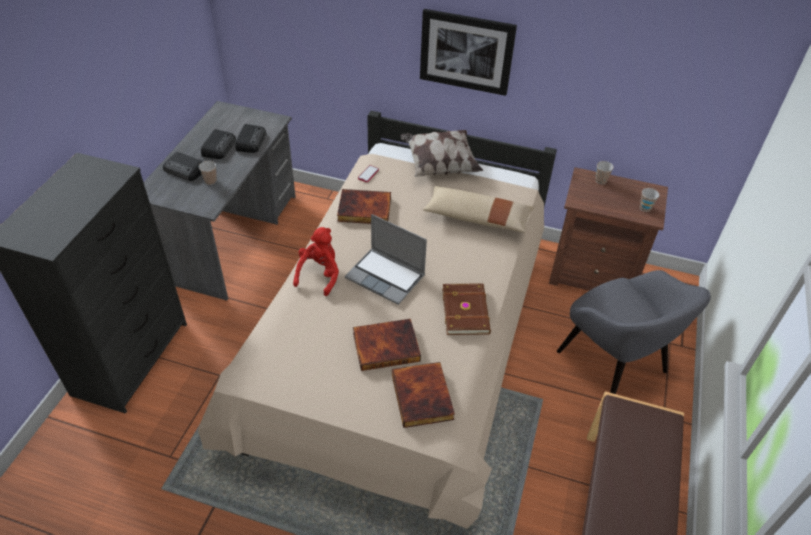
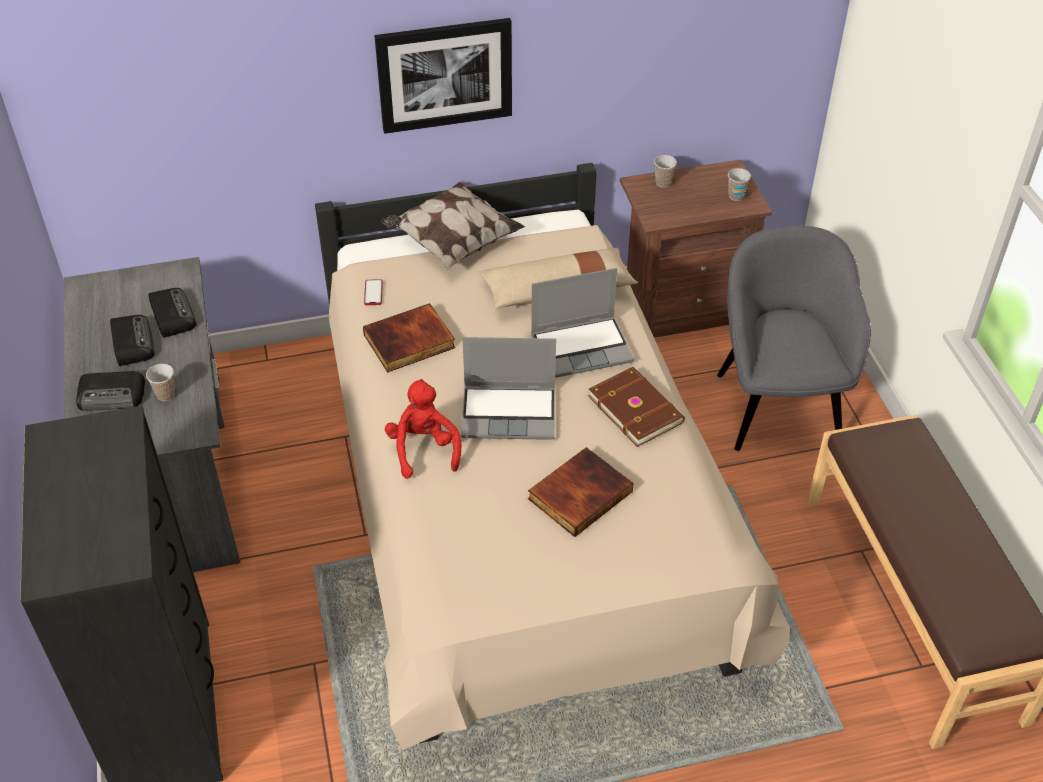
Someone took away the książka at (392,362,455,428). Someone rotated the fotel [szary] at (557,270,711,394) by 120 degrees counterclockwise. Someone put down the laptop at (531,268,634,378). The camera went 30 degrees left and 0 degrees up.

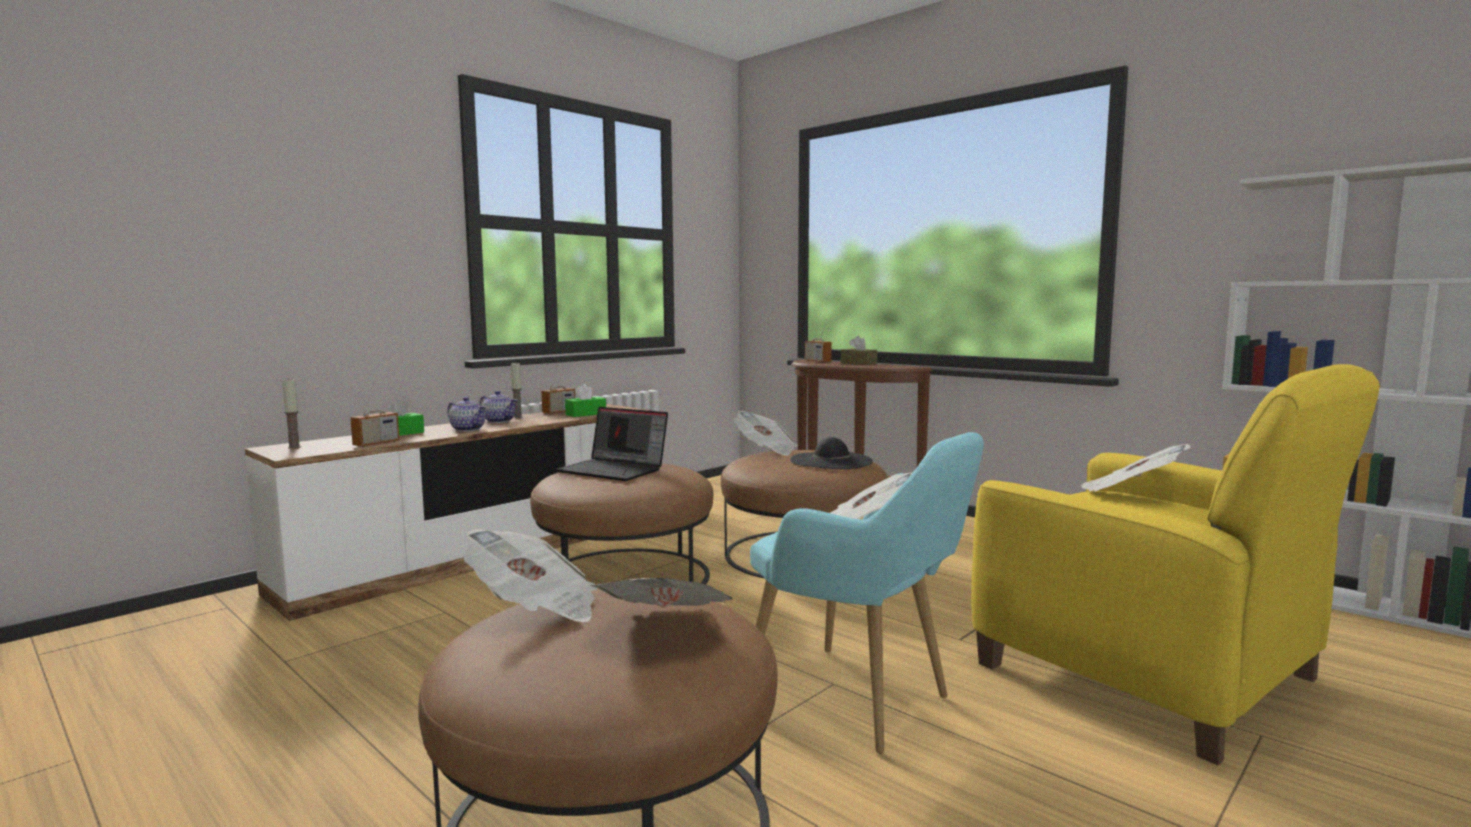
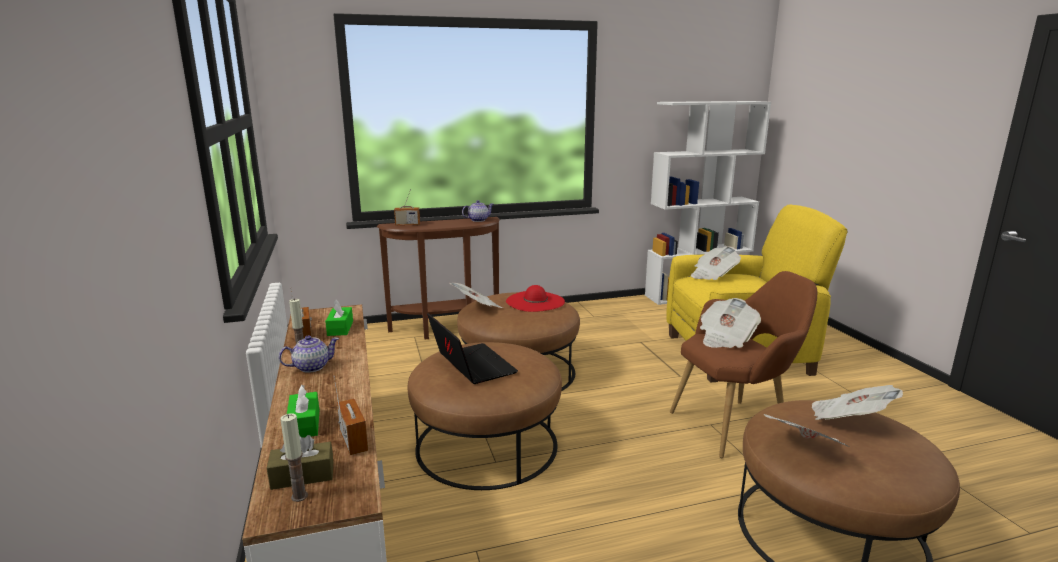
Someone carried the imbryk from (447,397,486,432) to (462,200,493,222). Someone rotated the laptop at (556,407,668,481) by 90 degrees counterclockwise. Someone repainted the fotel [turkusowy] at (750,432,984,753), which became the fotel [brązowy] at (670,271,817,458). Someone repainted the kapelusz [czarny] at (790,437,873,469), which became the kapelusz [czerwony] at (506,285,565,312). Someone carried the pudełko chusteczek [brązowy] from (841,336,877,365) to (267,435,333,490). The camera went 60 degrees left and 10 degrees up.

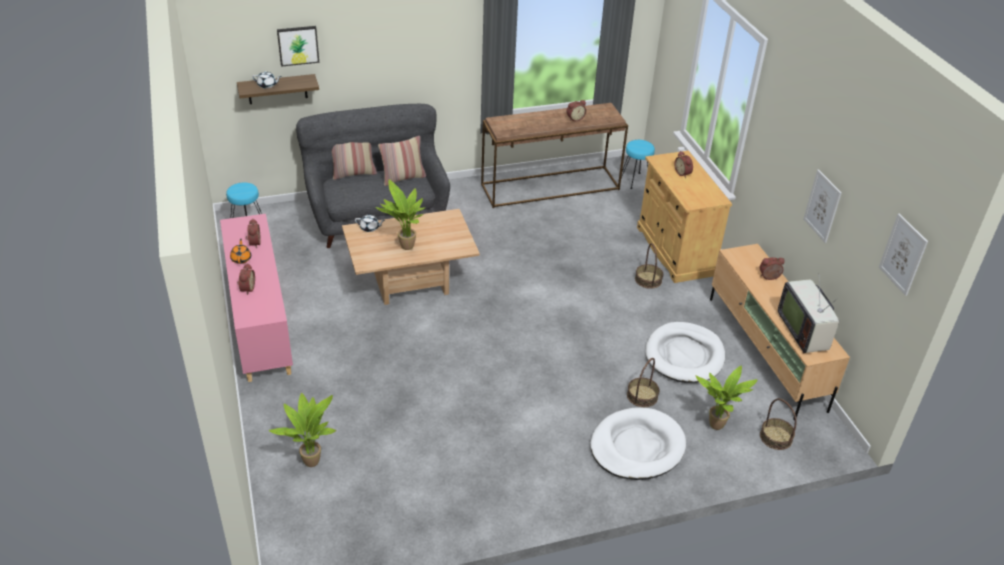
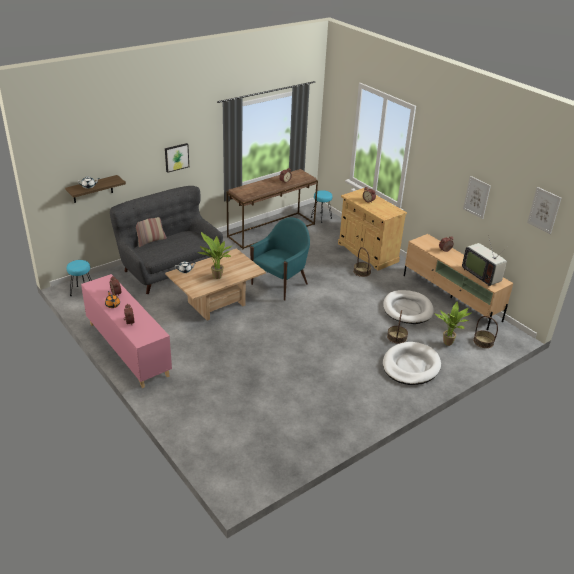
Someone took away the roślina doniczkowa at (269,393,336,467). Someone carried the obraz from (277,26,319,67) to (165,143,189,173). Someone took away the poduszka at (378,136,426,186). Someone put down the fotel [turkusowy] at (250,217,310,301). The camera went 20 degrees left and 5 degrees down.

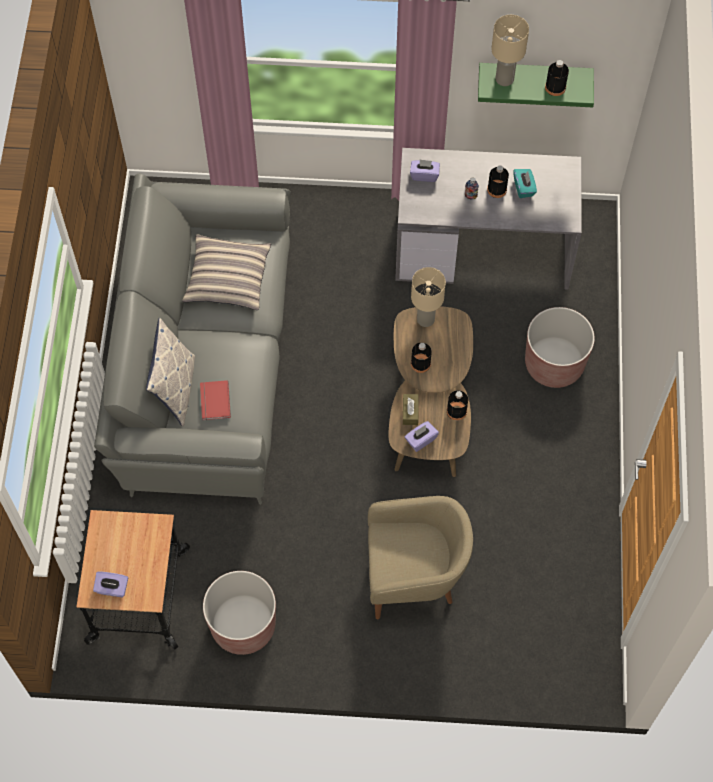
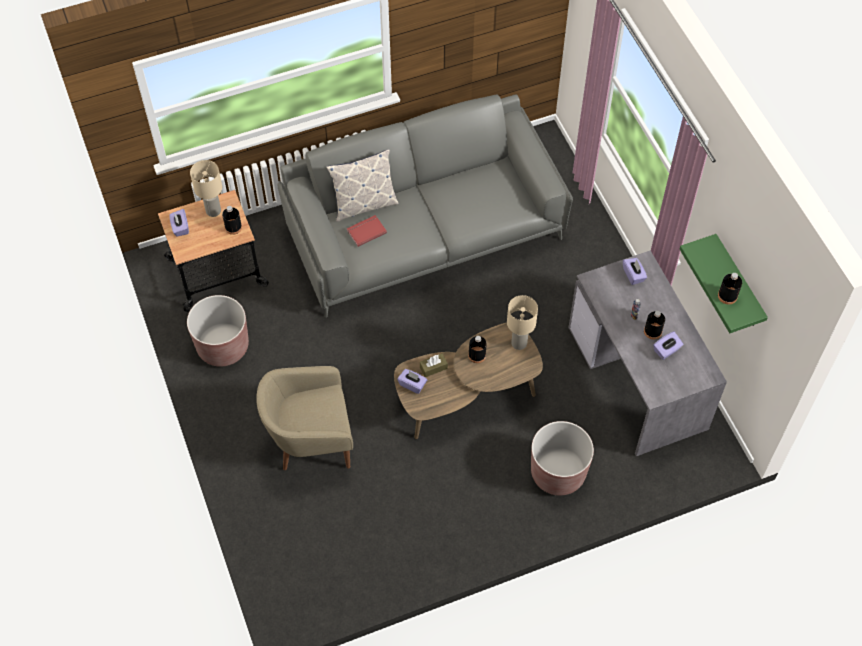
Someone took away the poduszka at (182,235,271,310). Someone rotated the fotel [beżowy] at (368,496,473,619) by 105 degrees clockwise. Someone carried the butelka [czarny] from (447,390,468,420) to (222,206,242,235). Someone carried the lampa stołowa [beżowy] from (491,15,529,86) to (190,160,222,217). Someone repainted the pudełko chusteczek [turkusowy] at (513,169,537,198), which became the pudełko chusteczek [fioletowy] at (653,331,683,360). The camera went 65 degrees right and 5 degrees down.

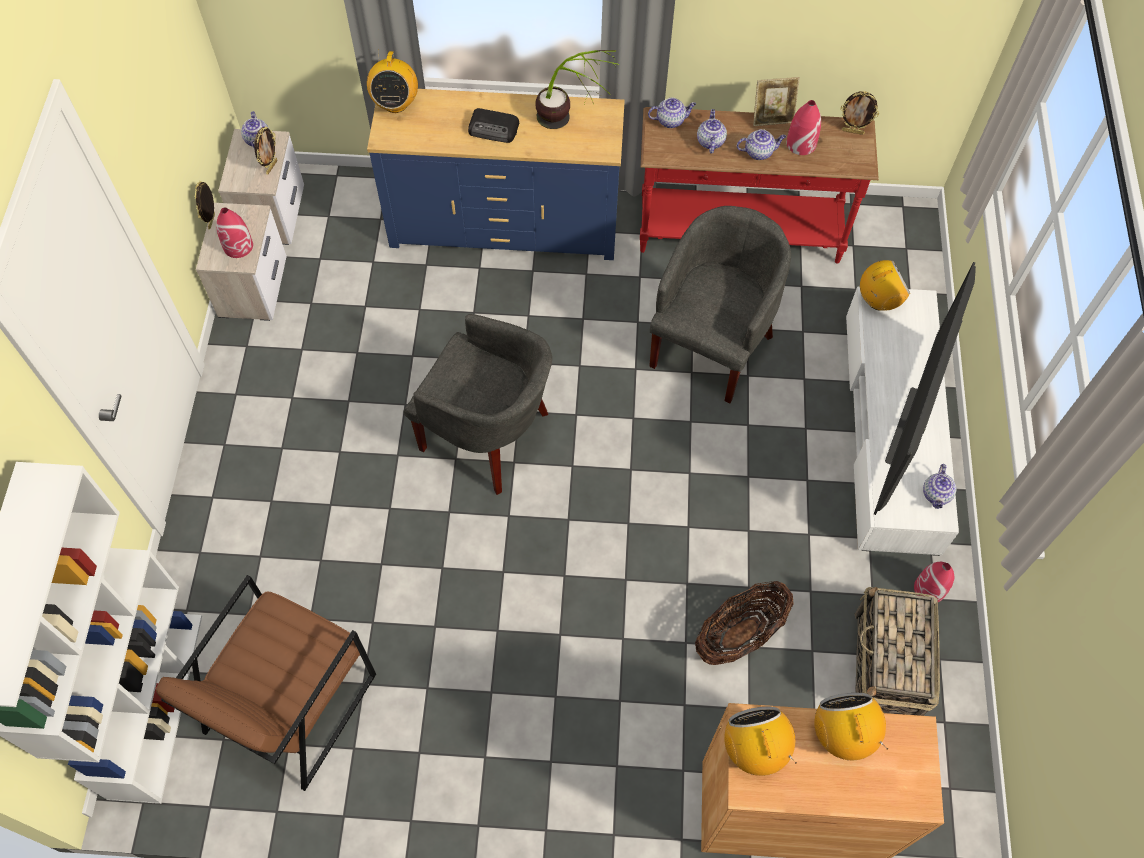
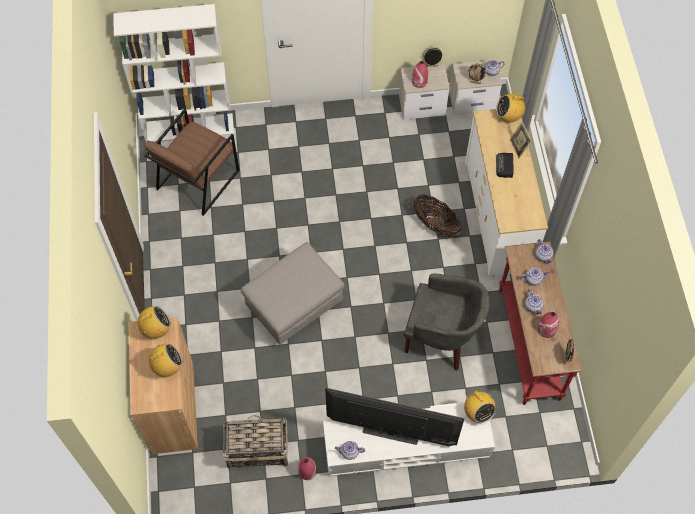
Someone rotated the fotel [brązowy] at (156,575,376,791) by 75 degrees counterclockwise. Someone repainted the komoda [niebieski] at (367,89,625,260), which became the komoda [biały] at (465,109,548,276). Someone took away the fotel [szary] at (403,314,552,495). Someone took away the roślina doniczkowa at (536,50,619,129). Someone carried the koszyk from (695,581,794,665) to (413,194,462,238). Someone carried the ramka na zdjęcie from (753,77,800,126) to (510,122,532,158). Someone put down the pufa [szary] at (241,242,345,345). The camera went 80 degrees right and 0 degrees up.

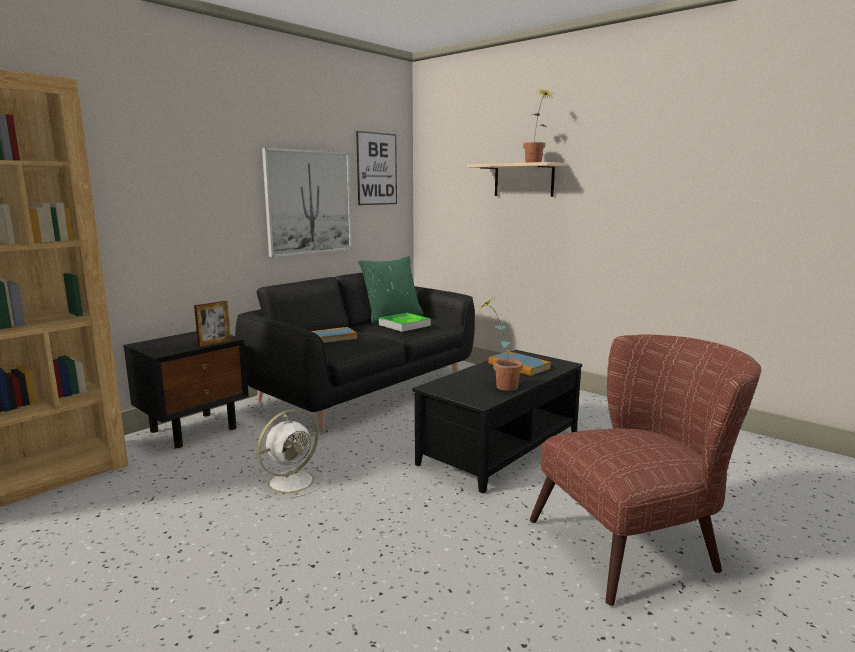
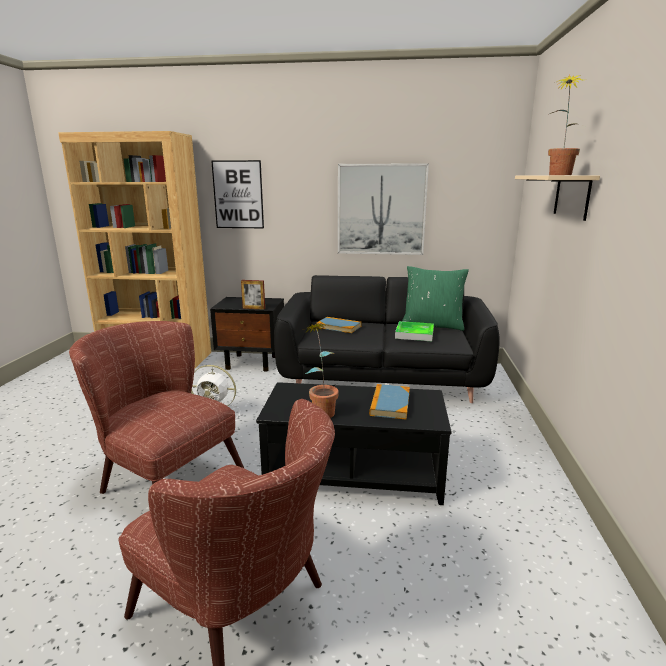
Someone carried the obraz from (356,131,397,205) to (211,160,264,228). Someone put down the fotel [brązowy] at (69,321,244,494). The camera went 55 degrees right and 5 degrees up.

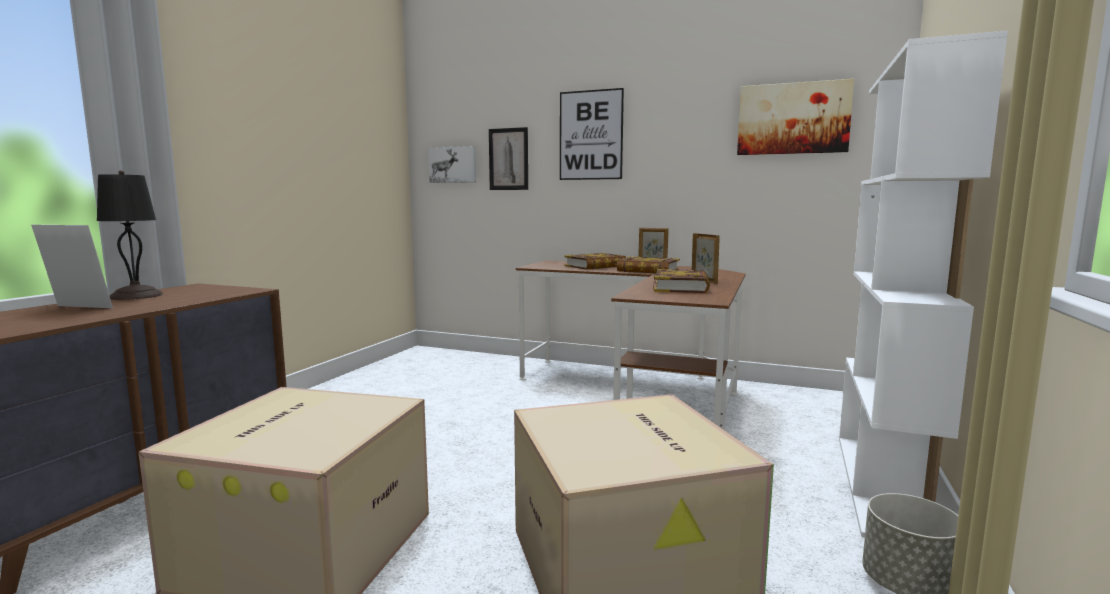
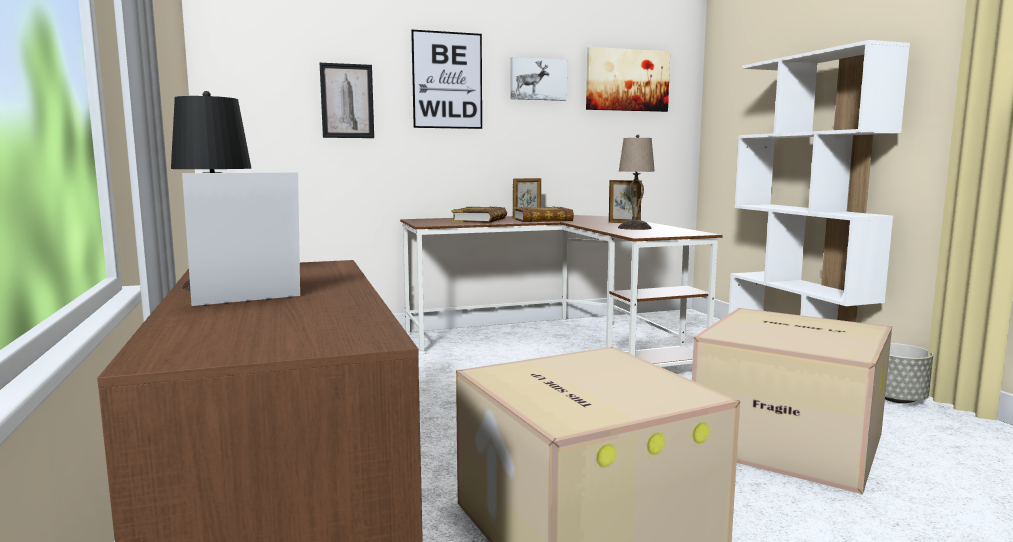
Someone carried the obraz from (428,146,476,183) to (511,57,567,101). Someone swapped the książka at (653,269,710,293) for the lampa stołowa [beżowy] at (618,135,655,230). The camera went 40 degrees left and 0 degrees up.

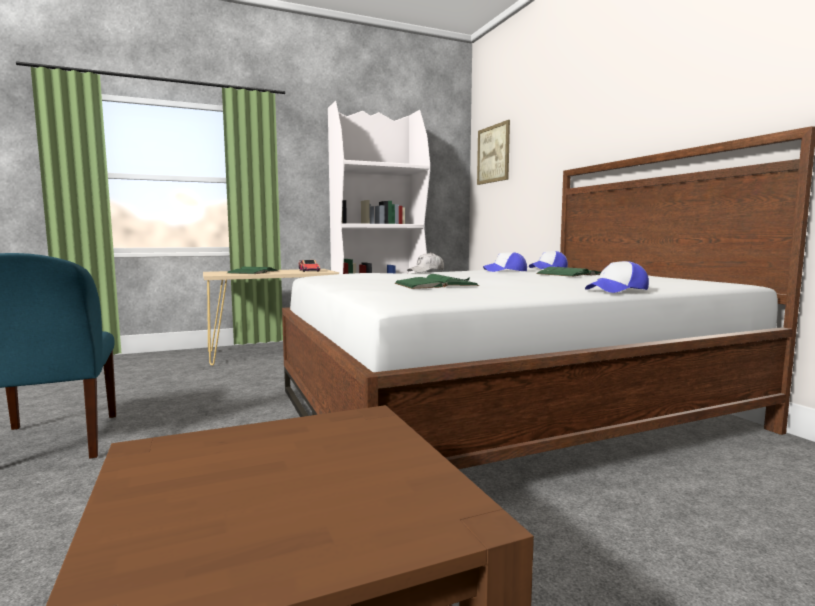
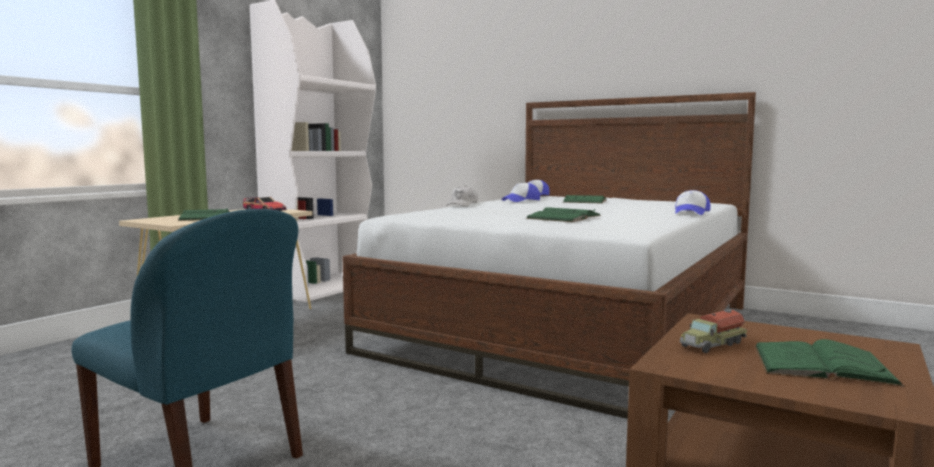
Someone took away the obraz at (477,120,510,185). Someone put down the ciężarówka zabawkowa at (680,309,747,353). Someone put down the książka [zielony] at (754,339,905,387). The camera went 35 degrees left and 0 degrees up.

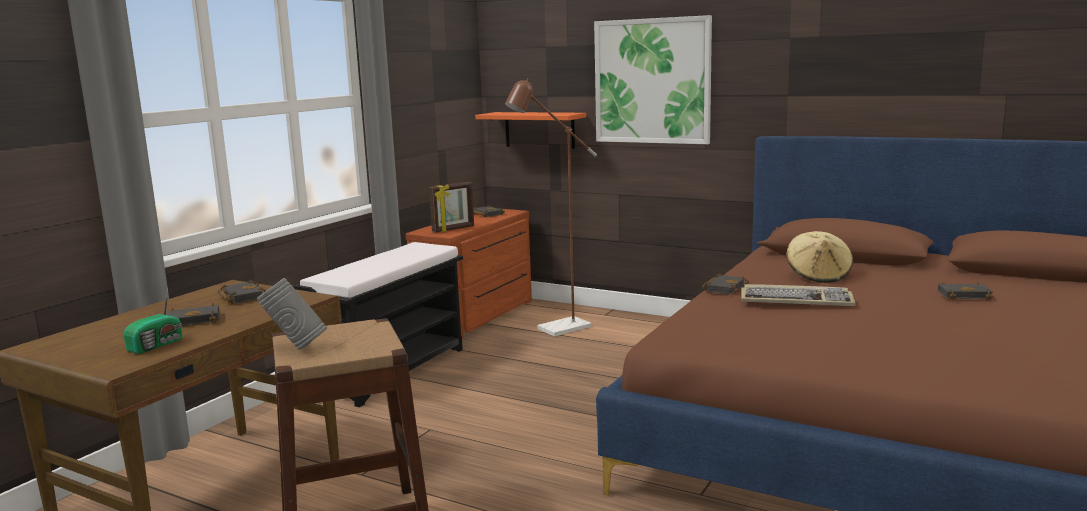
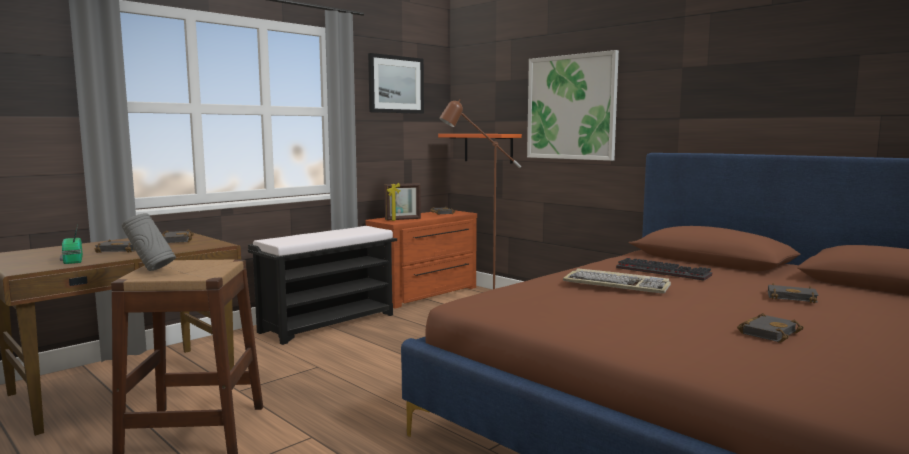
Someone rotated the radio at (123,288,182,354) by 105 degrees clockwise. Someone carried the książka [czarny] from (702,274,749,295) to (737,313,804,342). Someone swapped the kapelusz [beżowy] at (786,231,853,283) for the klawiatura at (616,258,712,281). Someone put up the obraz at (368,53,424,114). The camera went 15 degrees right and 5 degrees down.

